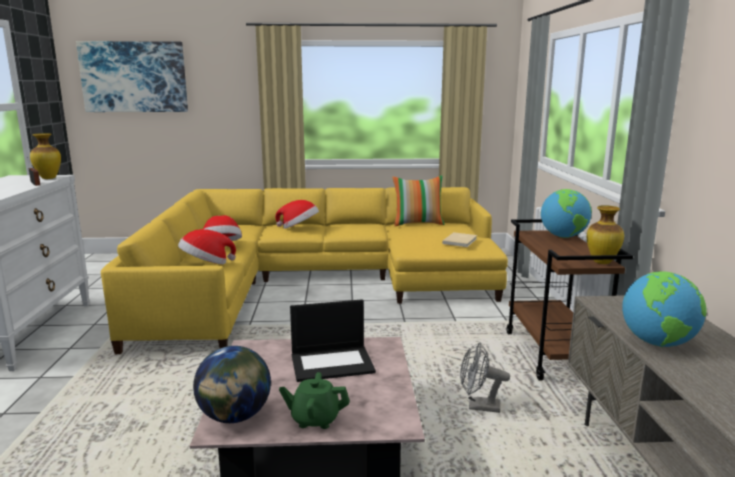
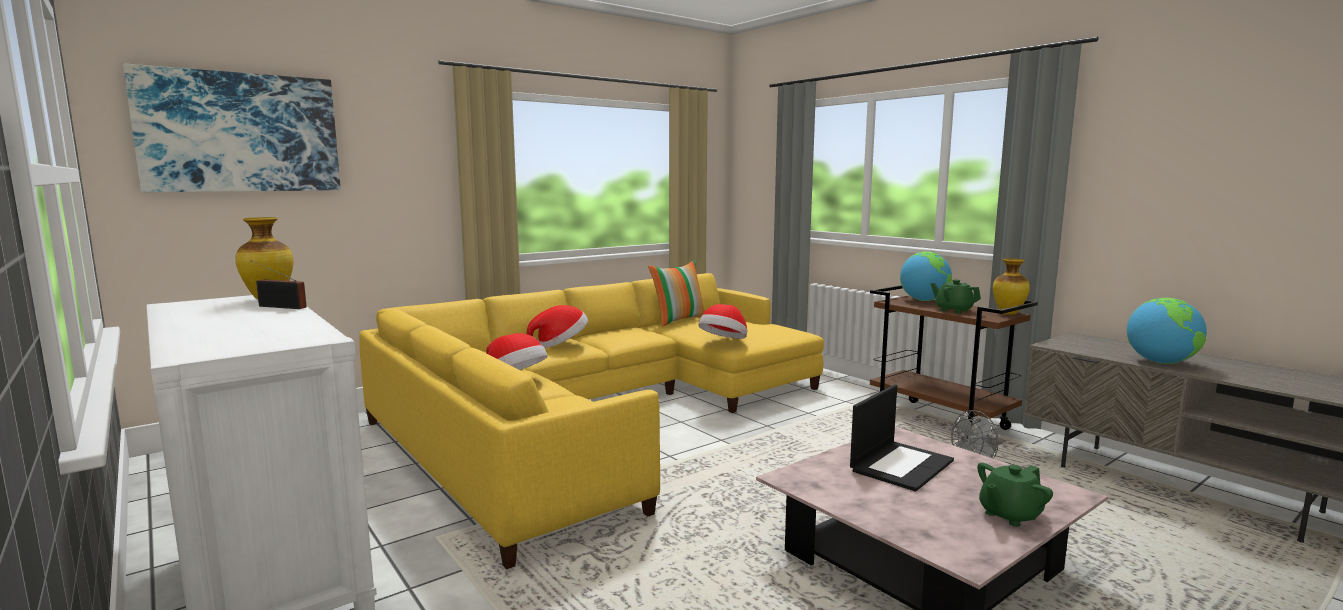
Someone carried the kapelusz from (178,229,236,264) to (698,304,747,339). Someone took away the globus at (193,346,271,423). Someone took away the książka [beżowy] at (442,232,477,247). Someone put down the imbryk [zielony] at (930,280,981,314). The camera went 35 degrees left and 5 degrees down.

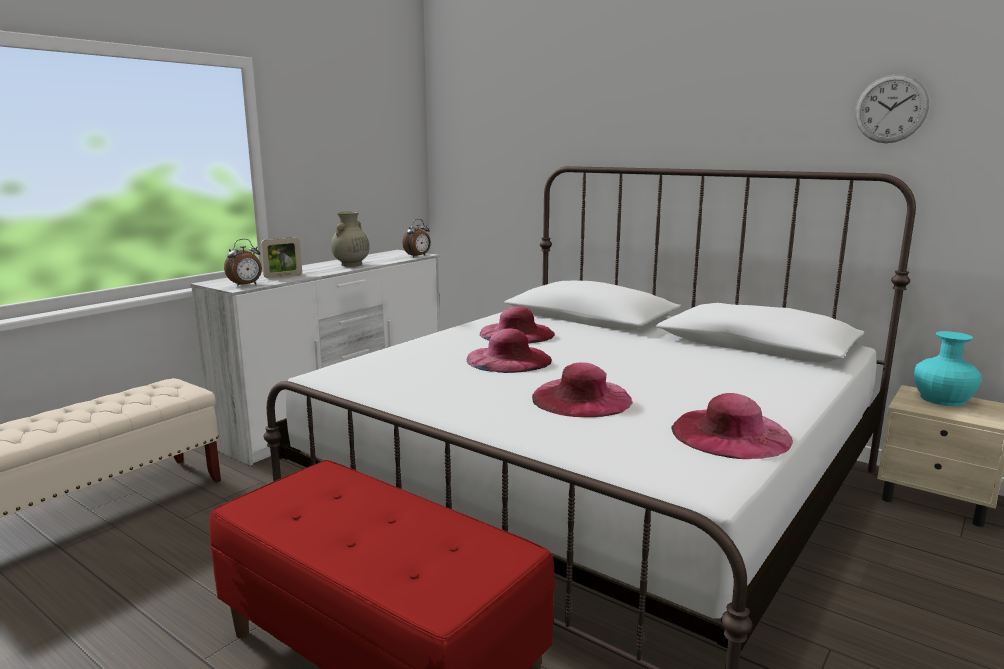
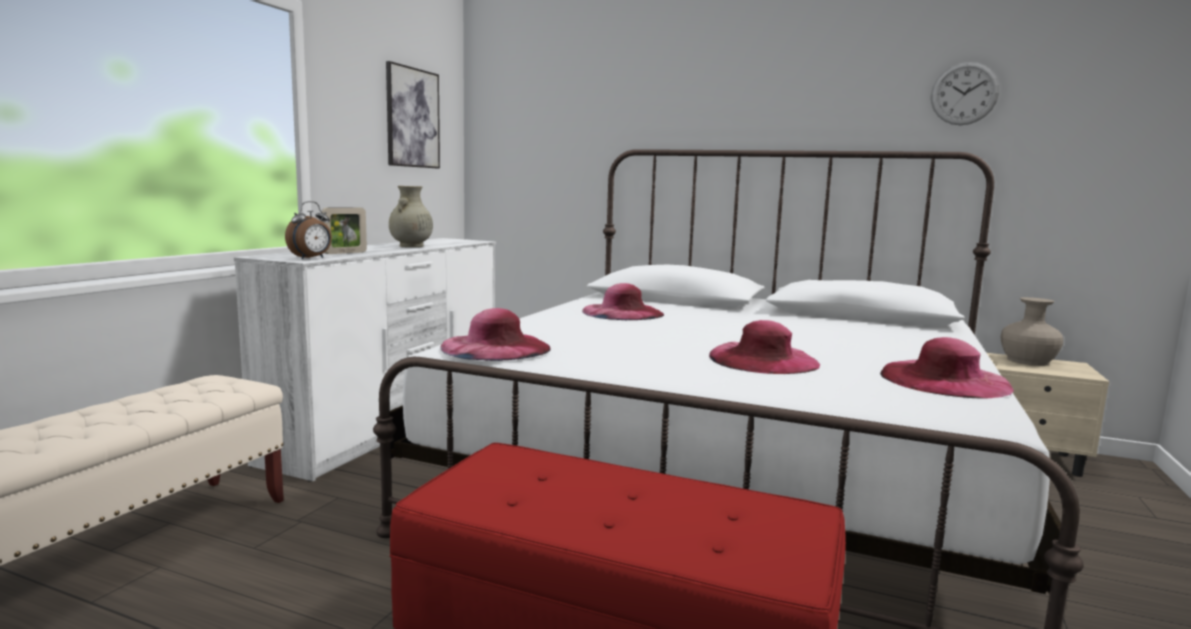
Someone took away the budzik at (403,219,431,257). Someone carried the kapelusz [różowy] from (466,329,552,373) to (440,308,551,361). Someone repainted the wazon [turkusowy] at (914,331,981,406), which became the wazon [beżowy] at (1000,297,1063,366). Someone put up the obraz at (386,61,440,168). The camera went 15 degrees left and 5 degrees down.

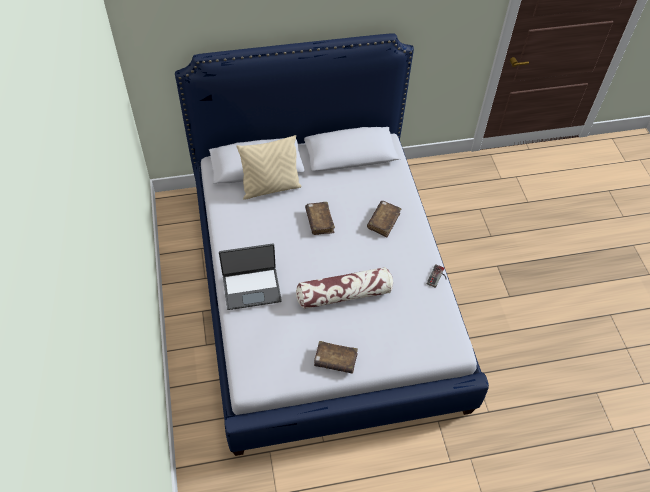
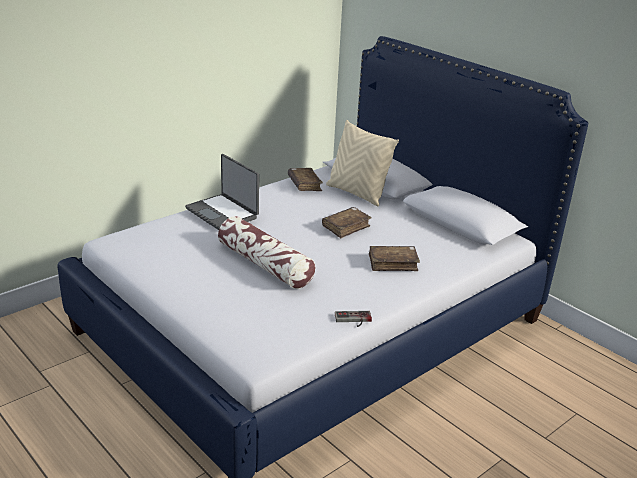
Someone carried the książka [brązowy] from (314,341,358,374) to (288,168,323,191). The camera went 60 degrees right and 25 degrees down.

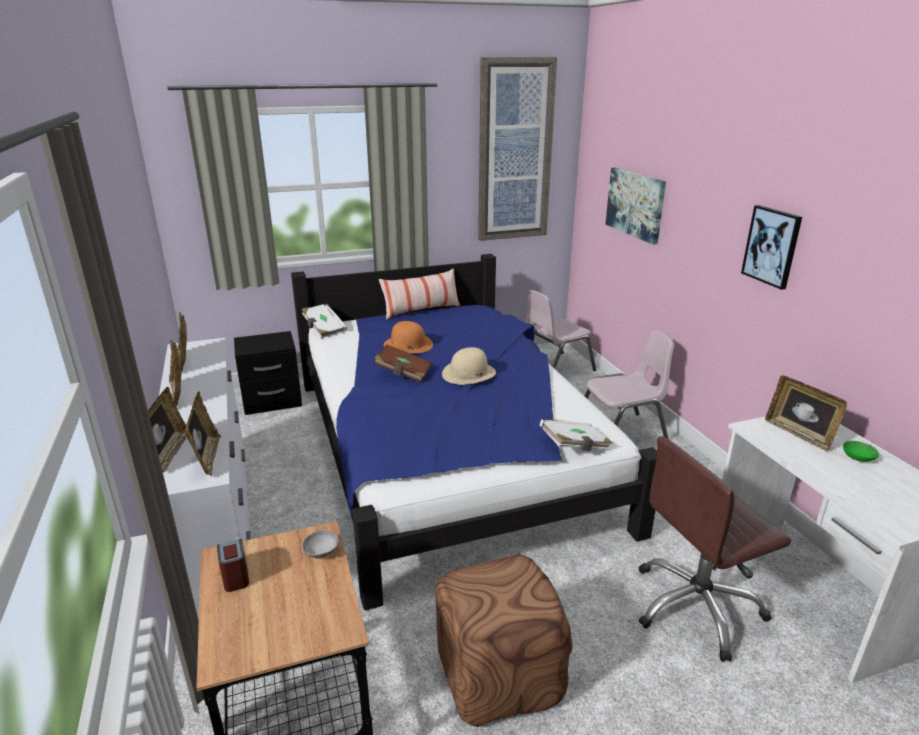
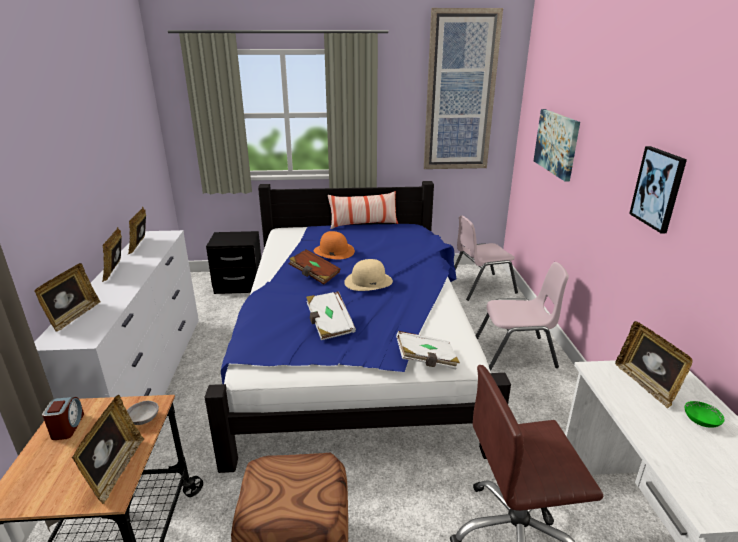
Someone carried the ramka na zdjęcie from (185,391,221,476) to (72,395,144,504). Someone carried the książka [biały] from (302,304,347,338) to (306,292,356,340). The camera went 15 degrees right and 0 degrees up.

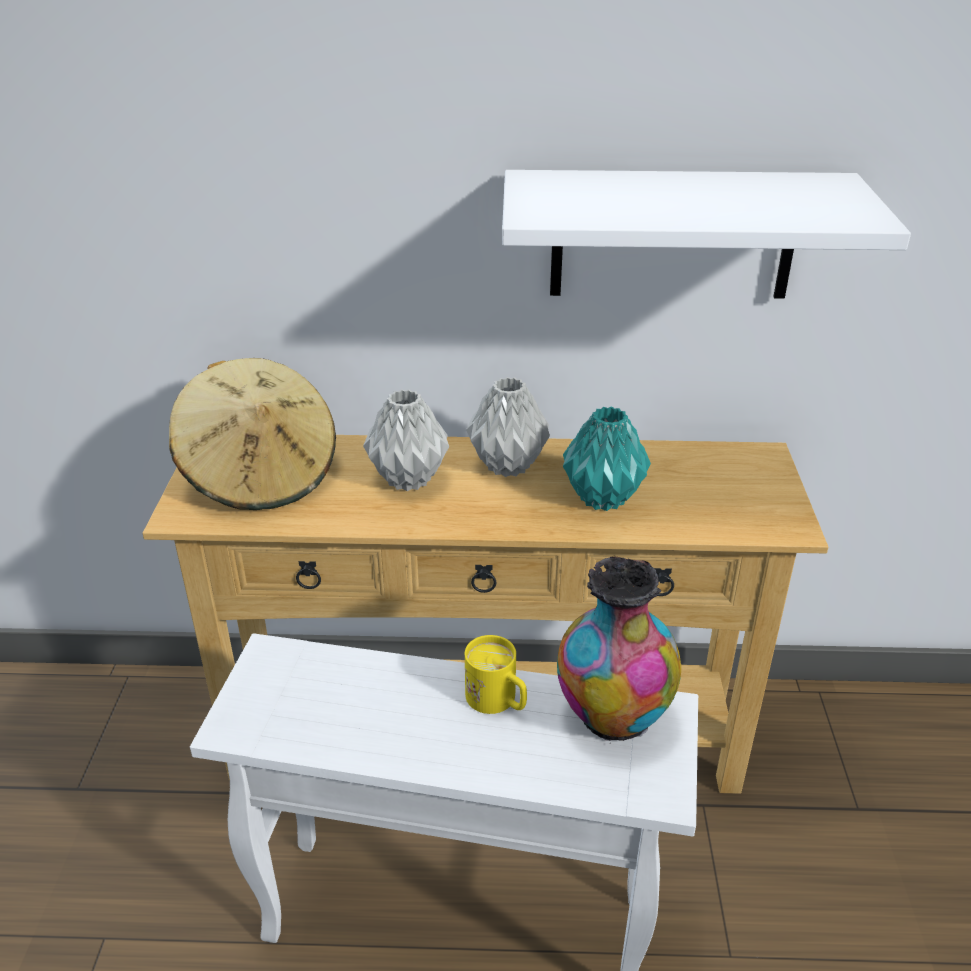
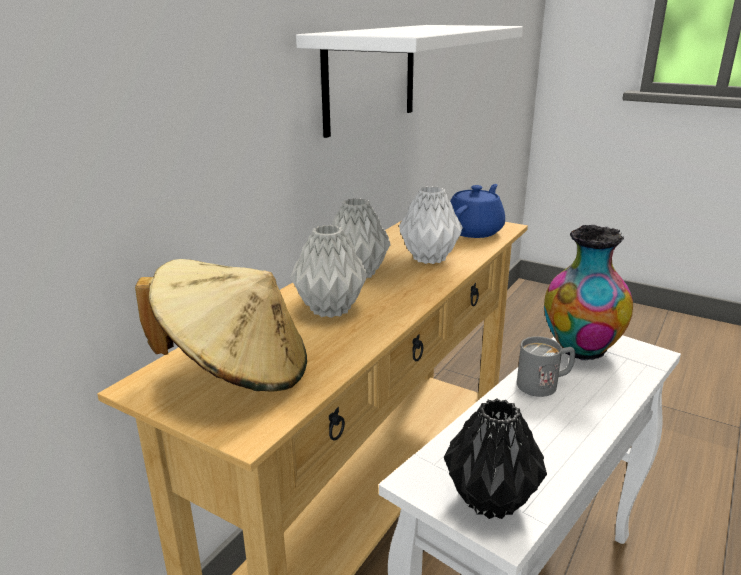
Someone repainted the kubek [żółty] at (465,635,527,714), which became the kubek [szary] at (517,336,575,397). Someone repainted the wazon [turkusowy] at (563,406,651,511), which became the wazon [biały] at (399,186,463,264). Someone put down the wazon [czarny] at (444,398,547,519). Someone put down the imbryk [niebieski] at (450,184,505,238). The camera went 60 degrees left and 10 degrees down.

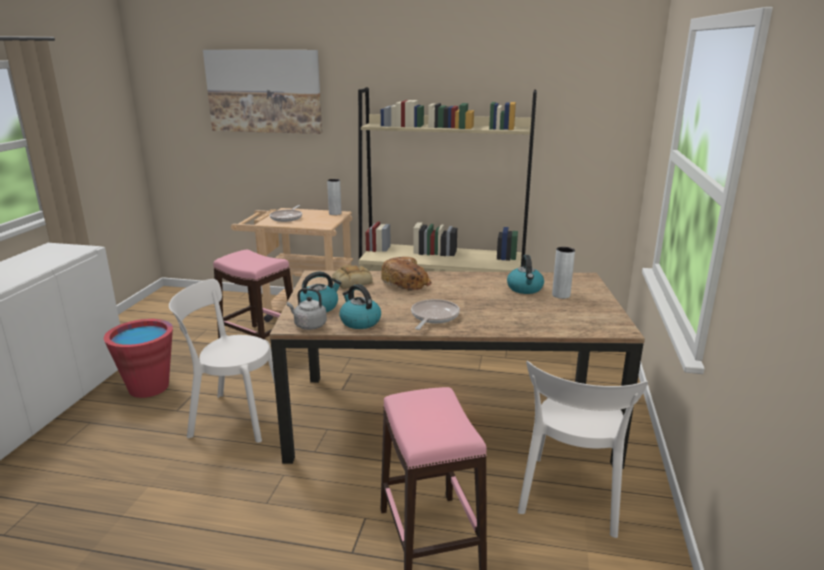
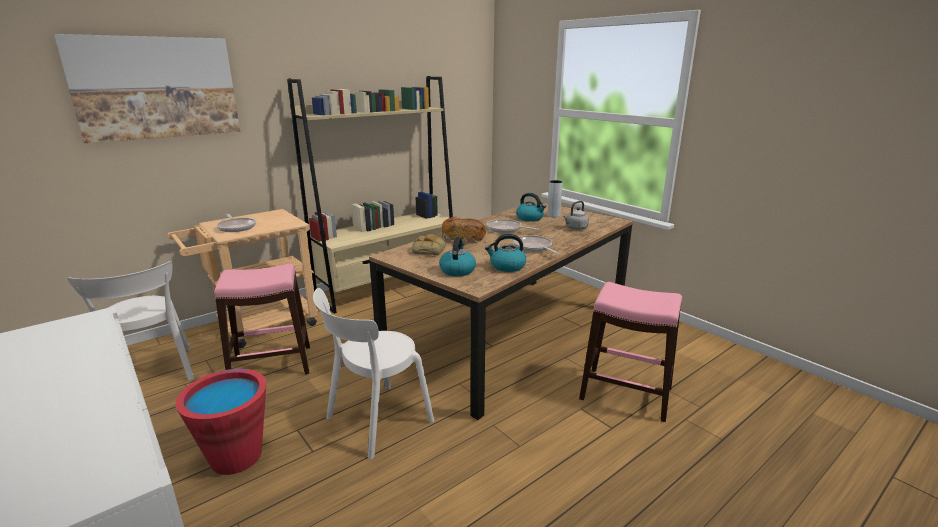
Someone carried the czajnik [szary] from (287,288,327,330) to (563,201,589,230). Someone took away the wazon [szary] at (327,179,341,215). Someone carried the krzesło [biały] from (518,361,648,538) to (67,261,194,380). Someone put down the patelnia at (486,219,538,233). The camera went 50 degrees left and 0 degrees up.

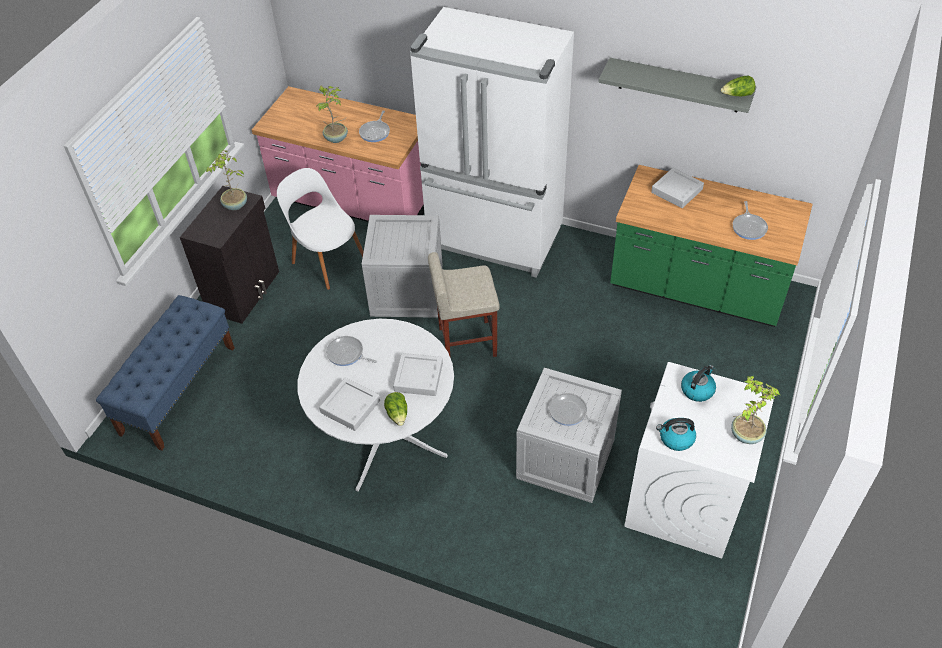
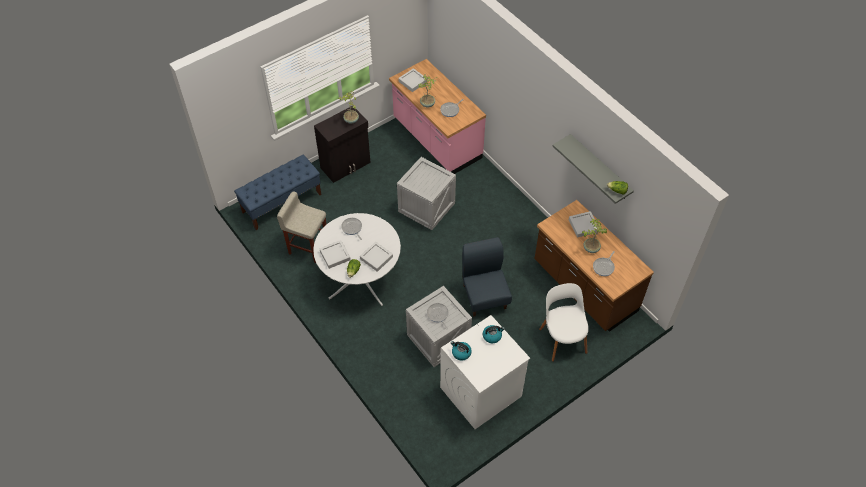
Someone carried the krzesło [biały] from (277,168,364,290) to (539,283,589,362). Someone took away the lodówka [biały] at (410,7,574,278). Someone carried the stołek [beżowy] from (428,252,500,358) to (277,191,326,263). Someone repainted the zabudowa kuchenna [zielony] at (610,165,813,327), which became the zabudowa kuchenna [brązowy] at (534,200,654,332). Someone carried the roślina doniczkowa from (731,376,780,444) to (582,219,607,253). Someone put down the taca [szary] at (398,68,426,92). Someone put down the krzesło [niebieski] at (462,237,512,317). The camera went 30 degrees right and 5 degrees up.

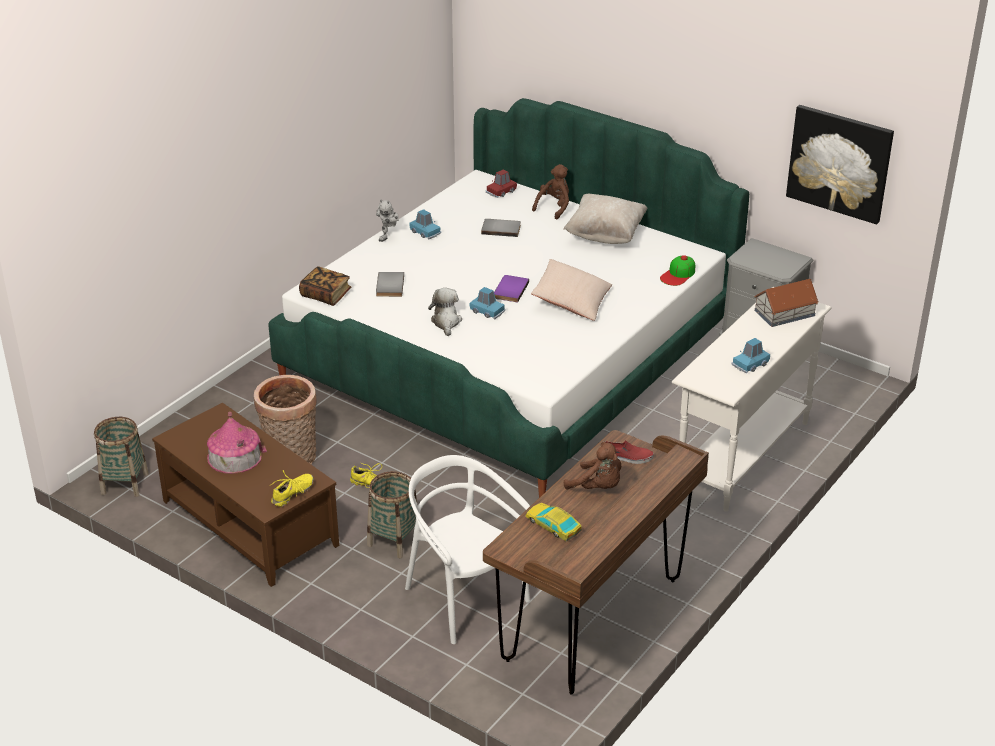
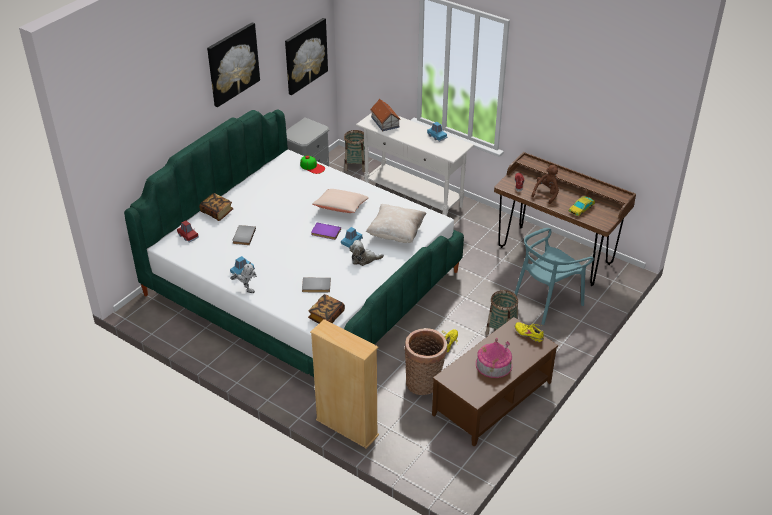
Someone carried the koszyk from (94,417,149,497) to (344,130,365,172). Someone repainted the krzesło [biały] at (405,455,531,644), which became the krzesło [turkusowy] at (514,228,594,325). Someone swapped the pluszak [brązowy] at (532,164,569,220) for the książka at (199,193,234,221). Someone carried the poduszka [beżowy] from (563,194,648,244) to (366,204,427,243). Someone put up the obraz at (207,22,260,107). Someone put down the regał [beżowy] at (310,319,379,449). The camera went 90 degrees left and 5 degrees up.

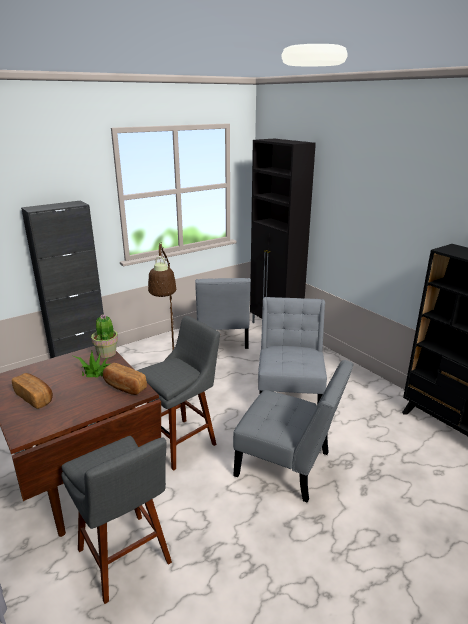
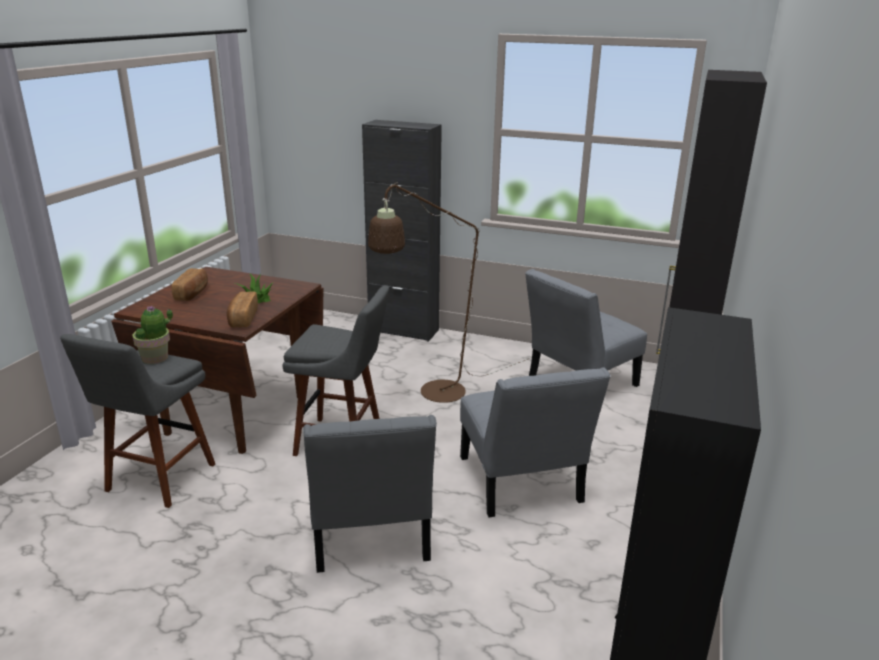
Someone carried the roślina doniczkowa from (91,314,118,358) to (132,306,173,364). Someone rotated the krzesło [szary] at (258,297,327,405) by 105 degrees clockwise. The camera went 55 degrees right and 0 degrees up.

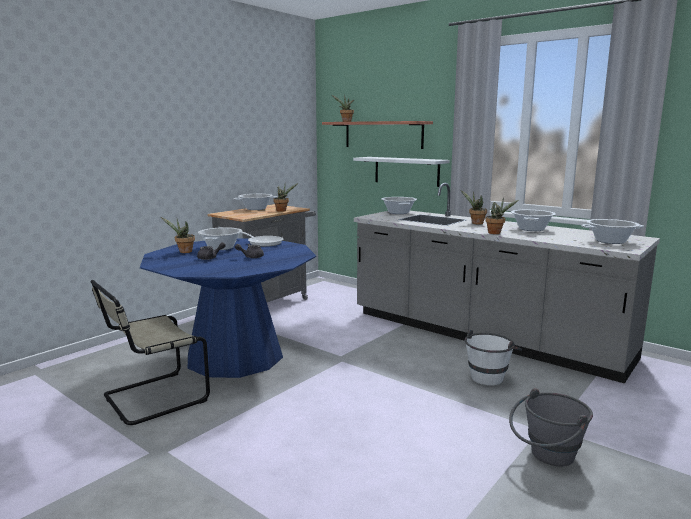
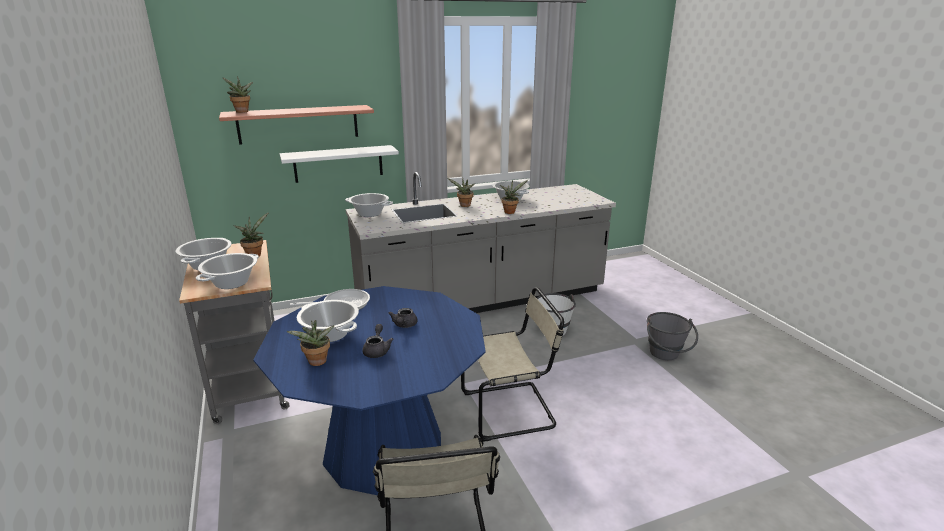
Someone carried the garnek from (581,219,644,244) to (196,253,259,289). Someone put down the krzesło [beżowy] at (461,287,564,442). The camera went 60 degrees left and 10 degrees up.

